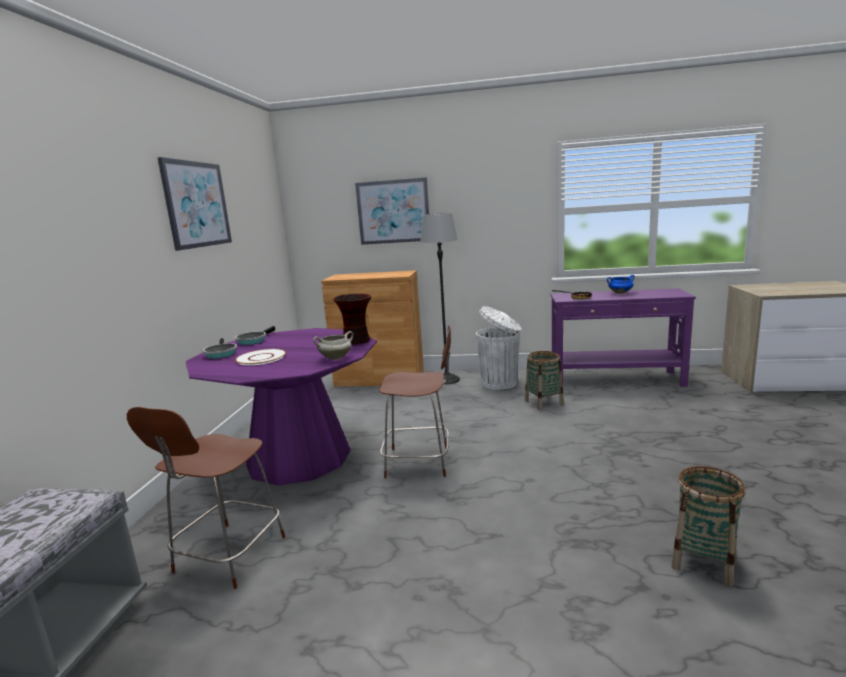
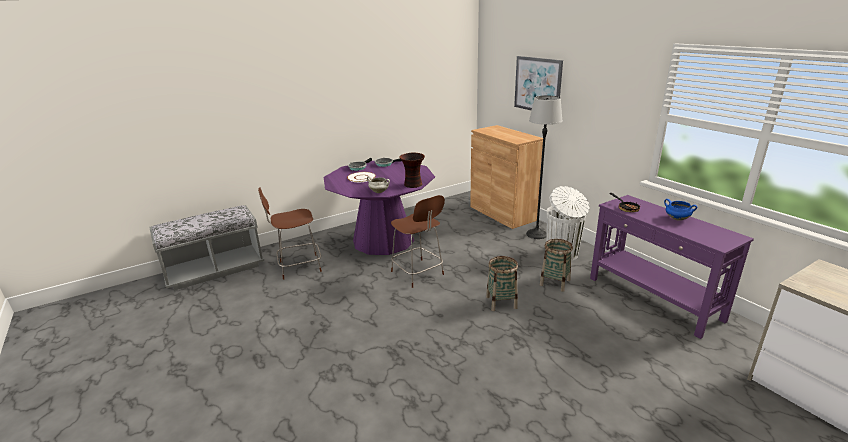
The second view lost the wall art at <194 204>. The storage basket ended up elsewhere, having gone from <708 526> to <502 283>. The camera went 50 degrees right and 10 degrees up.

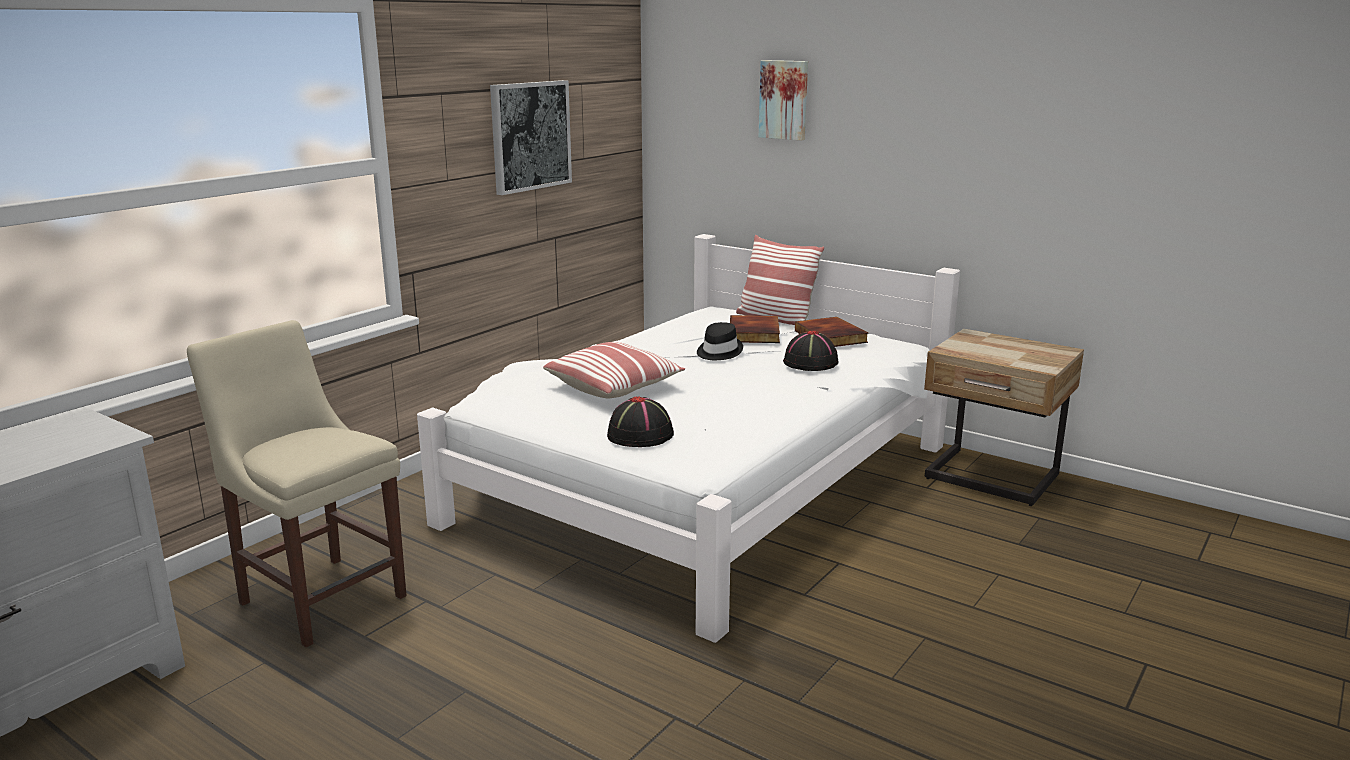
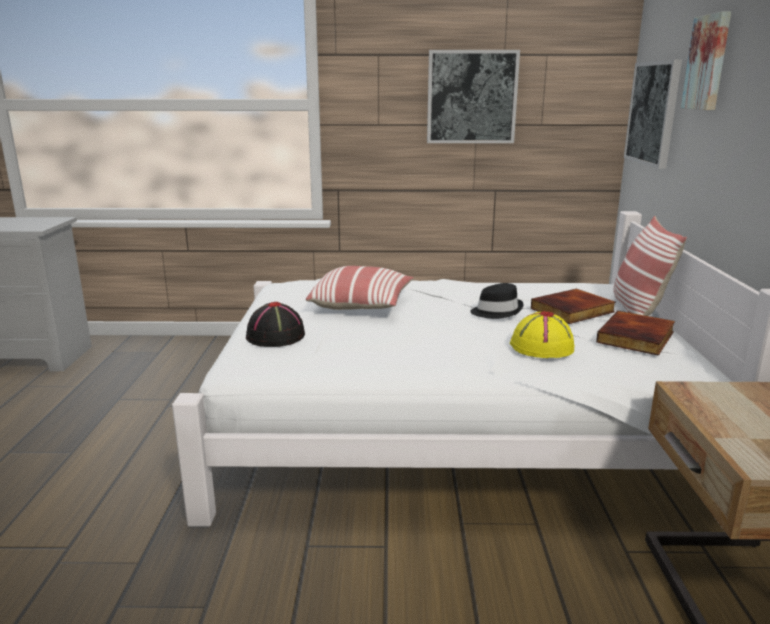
The second view lost the sand-coloured chair at <297 484>. The second view gained the wall art at <653 114>. What was the blackish hat at <811 350> turned into the yellow-coloured hat at <542 334>. The camera went 55 degrees right and 0 degrees up.

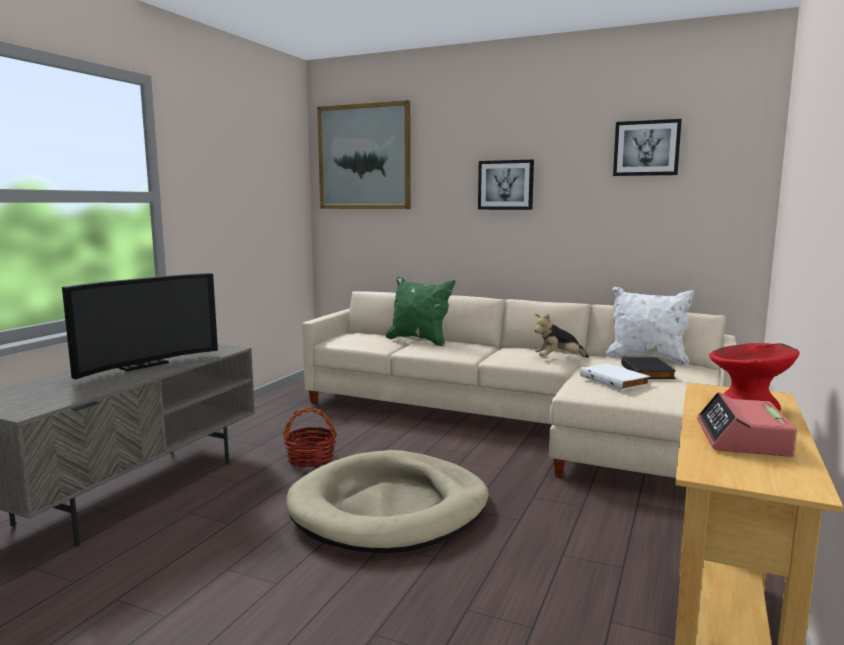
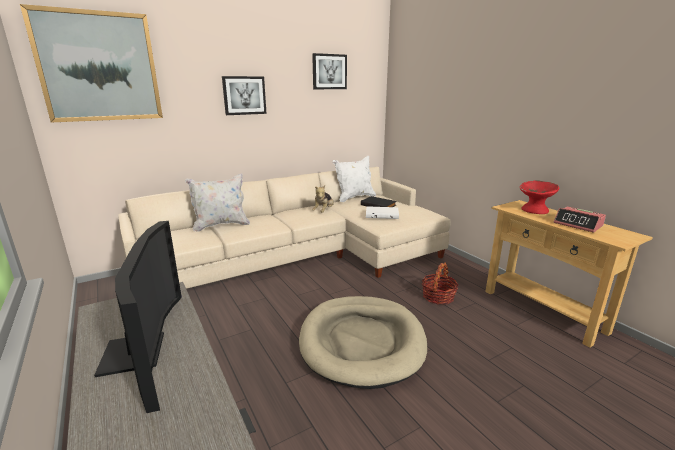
The storage basket ended up elsewhere, having gone from <310 437> to <440 283>. What was the green-coloured cushion at <421 311> turned into the white-coloured cushion at <217 202>. The camera went 55 degrees left and 10 degrees up.

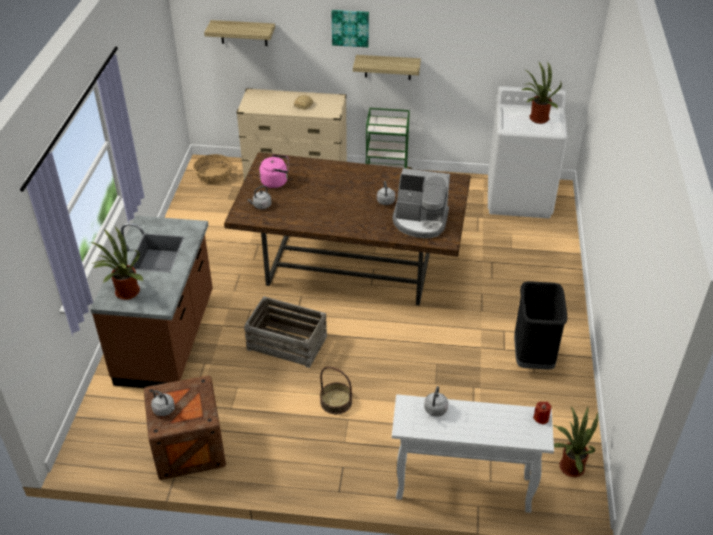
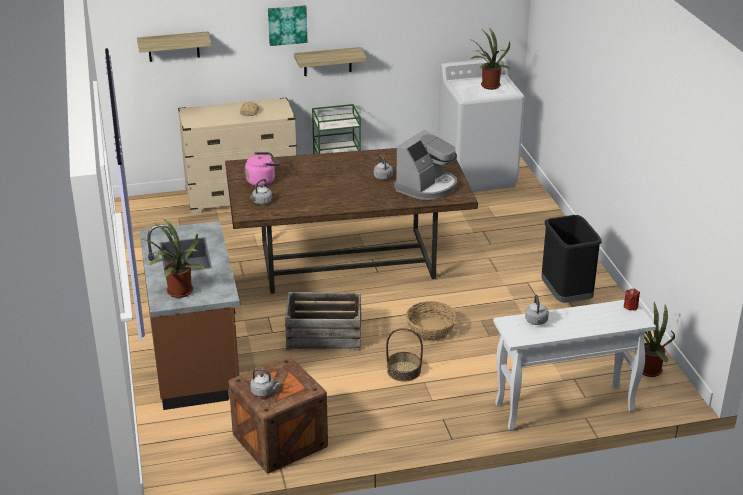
The storage basket ended up elsewhere, having gone from <212 169> to <431 321>. The coffee brewer at <421 203> ended up facing another way, 45 degrees counterclockwise from before. The camera went 20 degrees left and 10 degrees down.

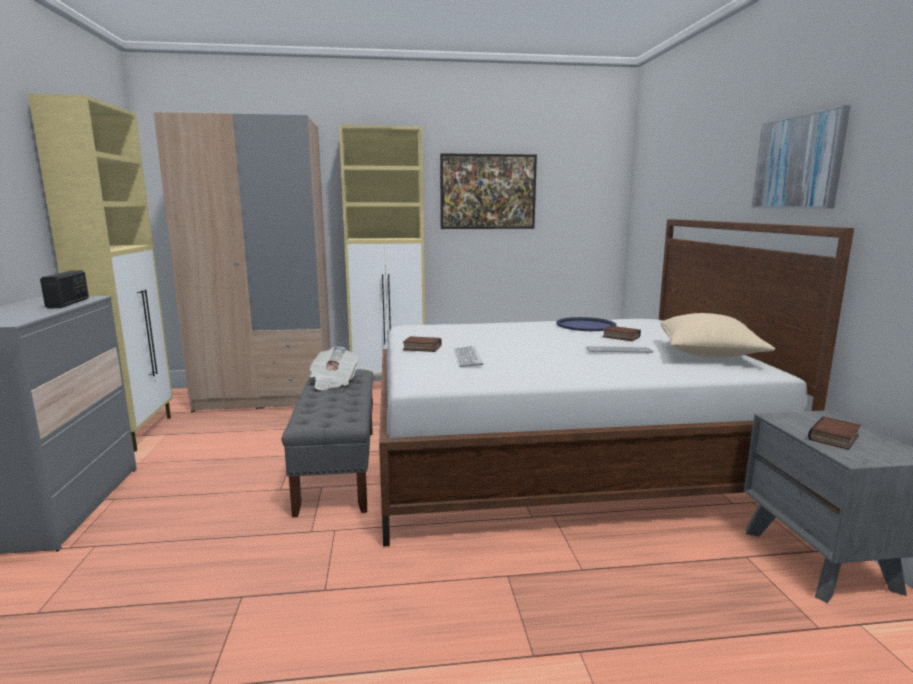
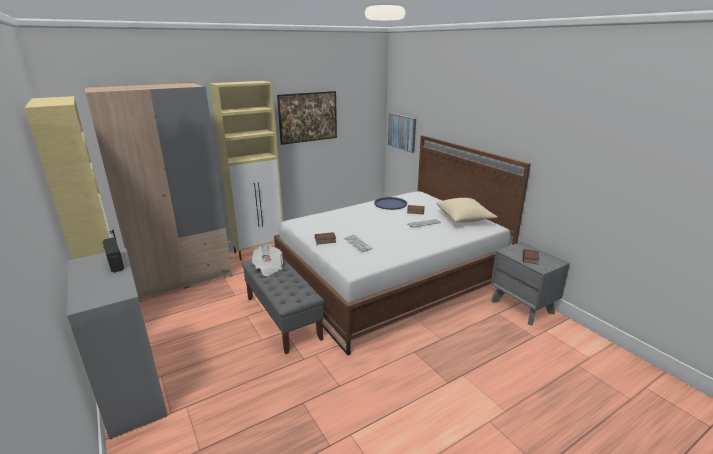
The wall art ended up elsewhere, having gone from <801 156> to <402 133>. The camera went 25 degrees left and 10 degrees up.

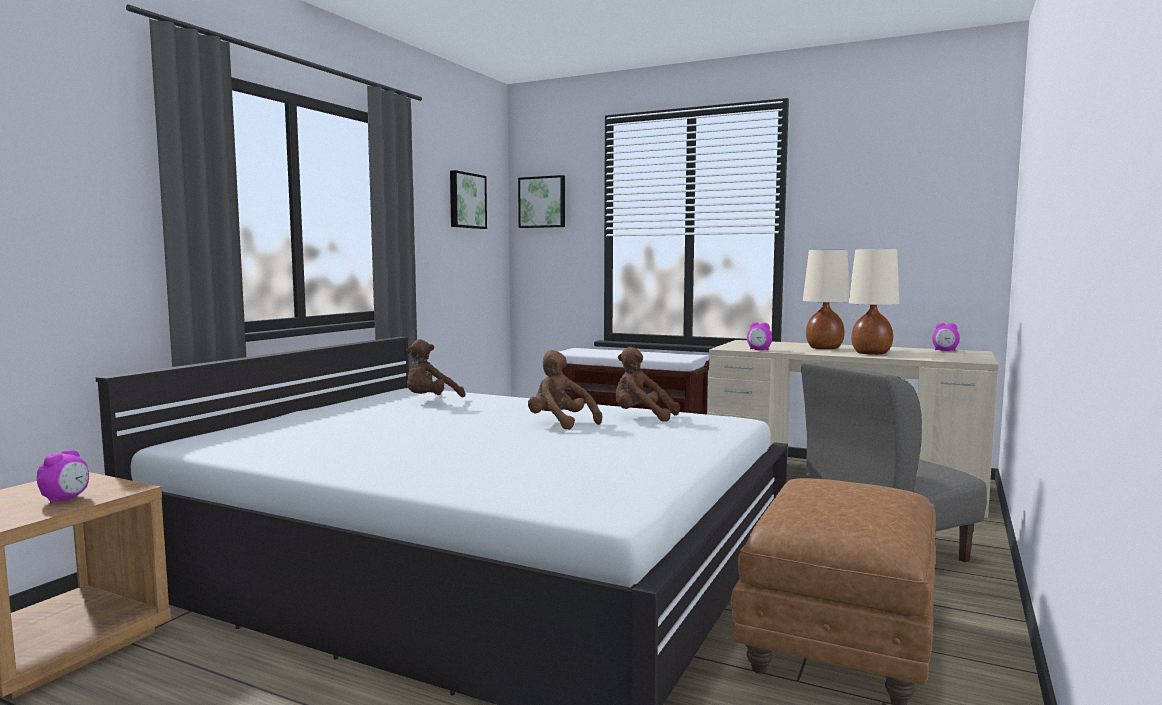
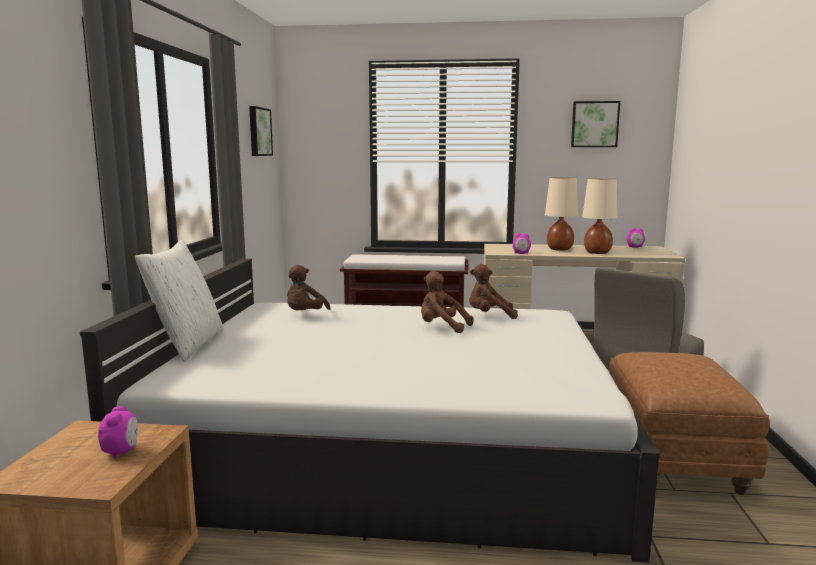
The second view gained the white-coloured cushion at <179 301>. The wall art ended up elsewhere, having gone from <541 201> to <595 124>. The camera went 20 degrees left and 5 degrees up.

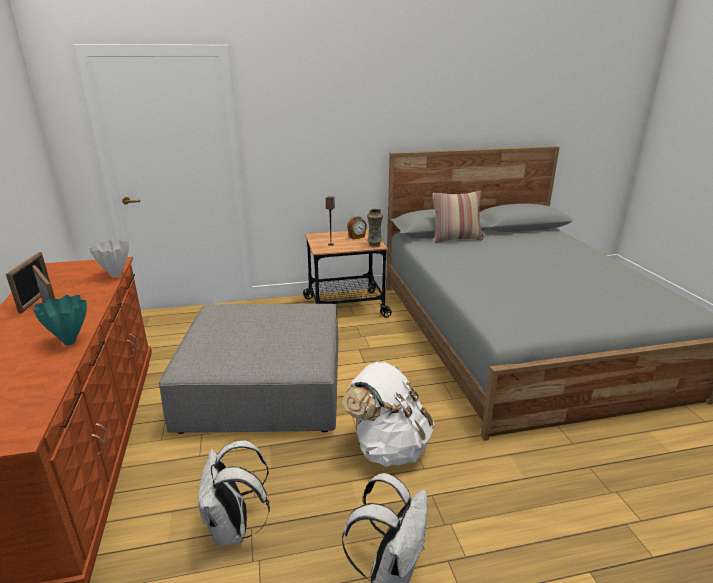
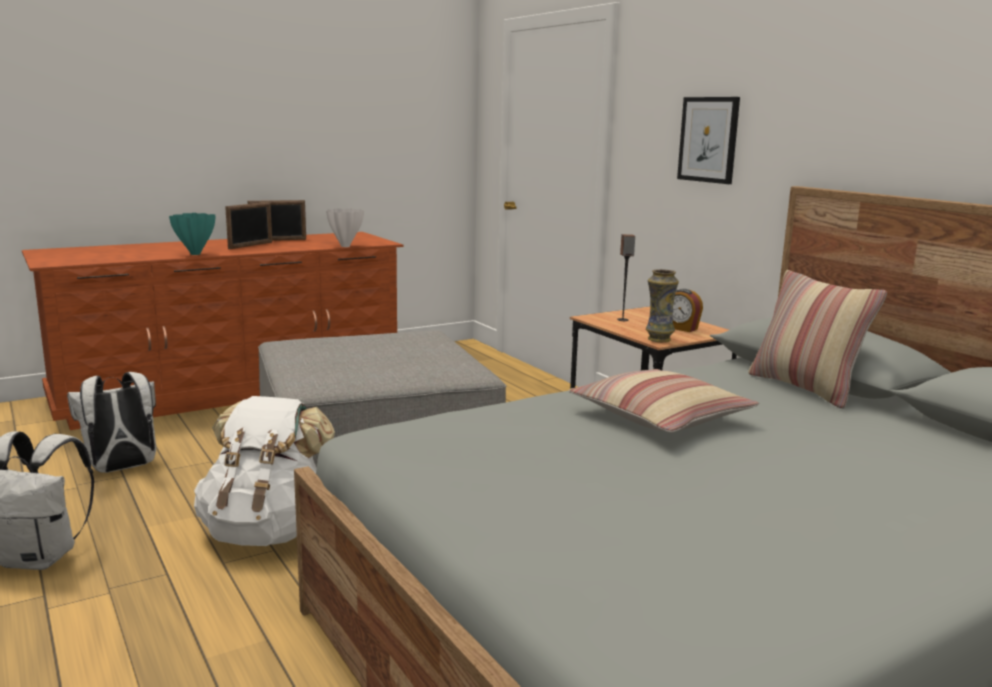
The second view gained the cushion at <663 401>. The second view gained the wall art at <708 140>. The camera went 70 degrees right and 10 degrees down.

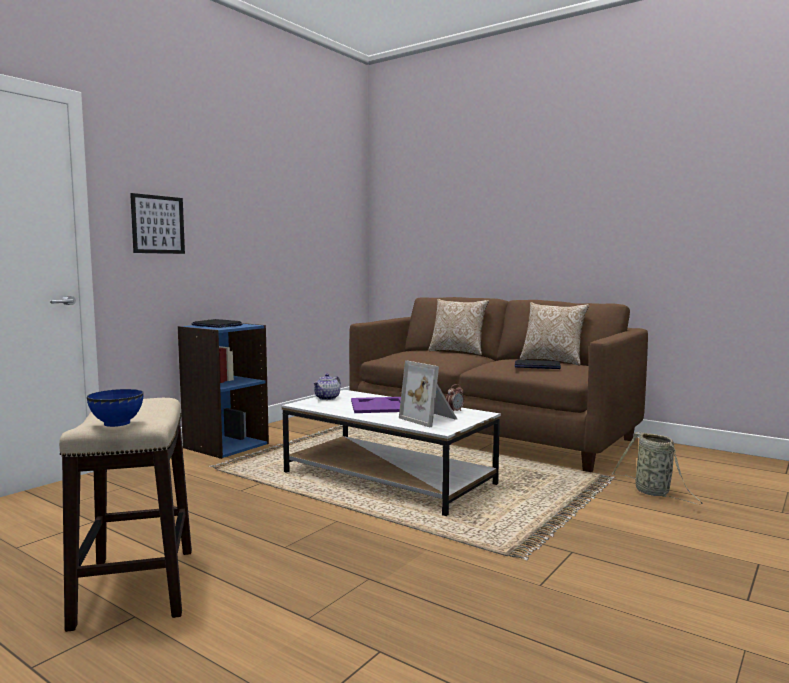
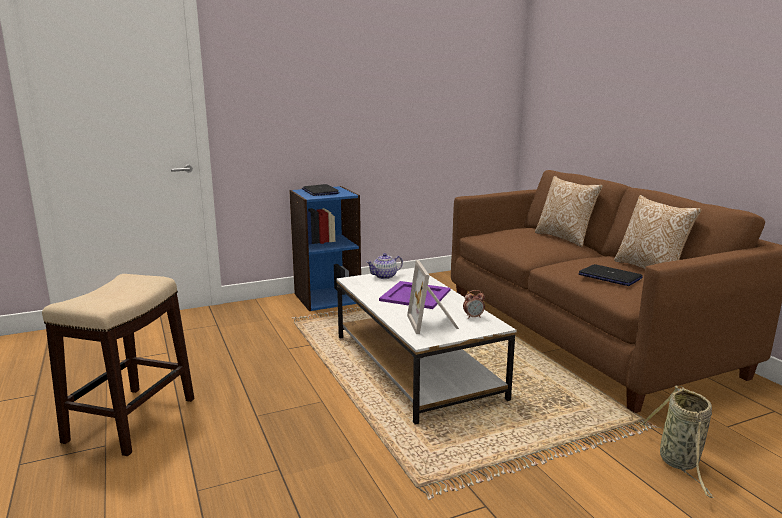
The second view lost the blue-coloured serving bowl at <115 408>. The second view lost the wall art at <157 223>. The camera went 30 degrees right and 10 degrees up.

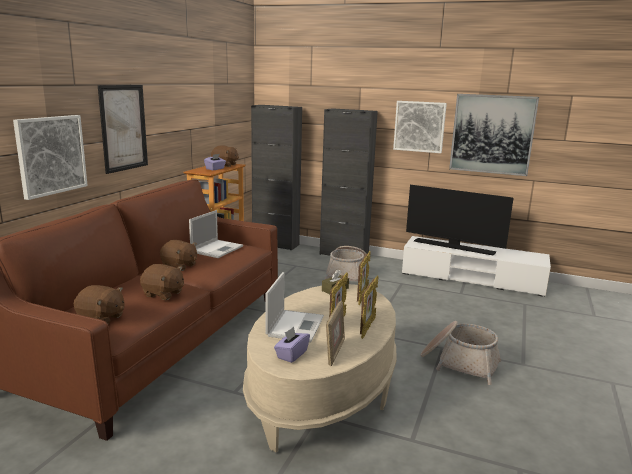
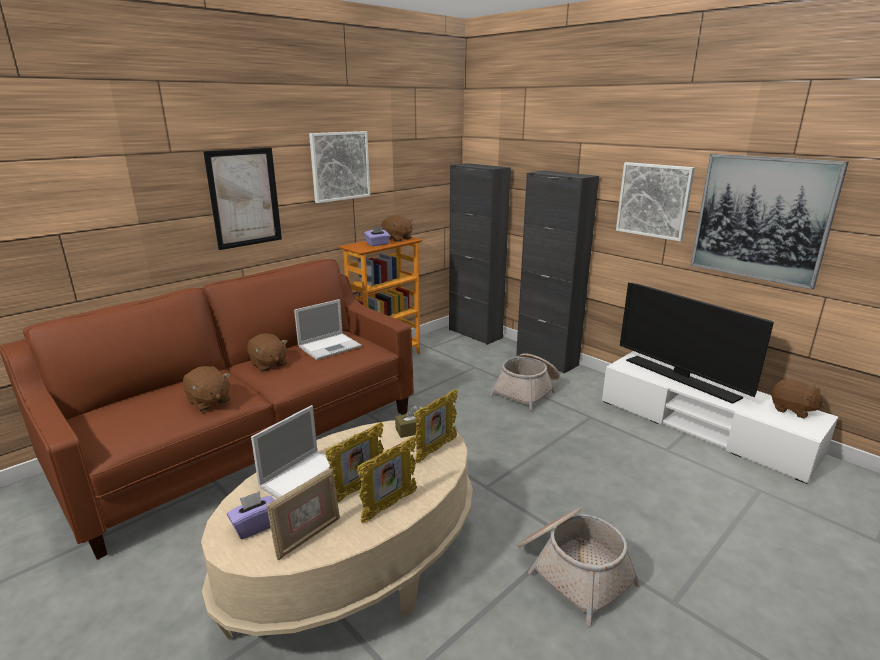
The wall art ended up elsewhere, having gone from <50 157> to <339 167>. The brown-coloured soft toy ended up elsewhere, having gone from <99 304> to <798 399>. The camera went 25 degrees right and 5 degrees up.

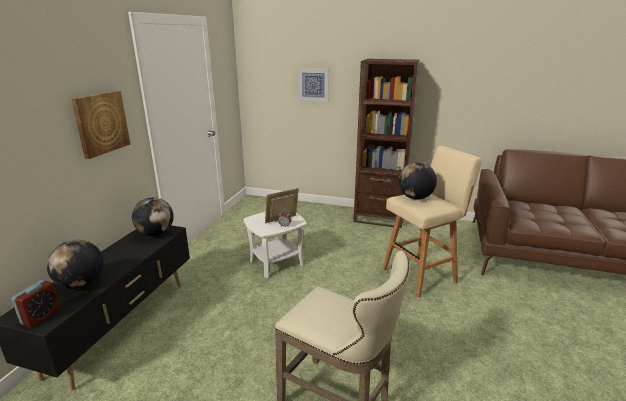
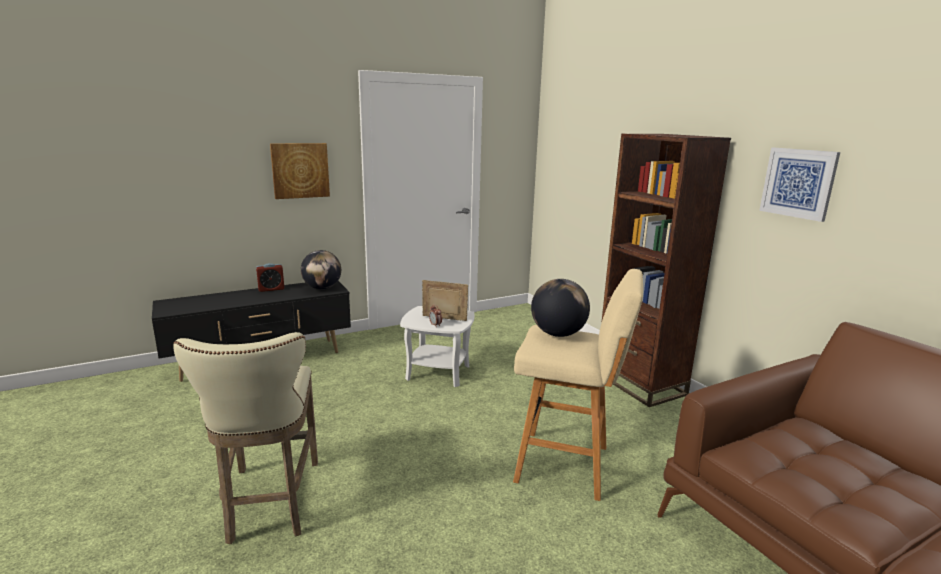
The second view lost the world globe at <75 264>. The bedside clock ended up elsewhere, having gone from <36 303> to <270 277>. The wall art ended up elsewhere, having gone from <313 85> to <799 185>. The camera went 45 degrees right and 5 degrees down.

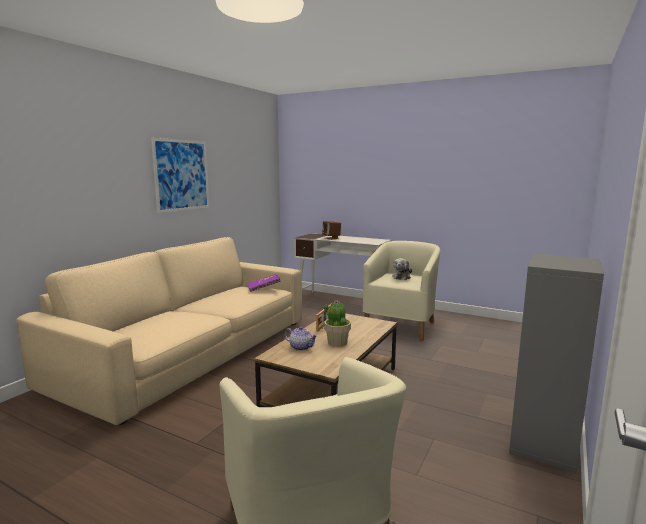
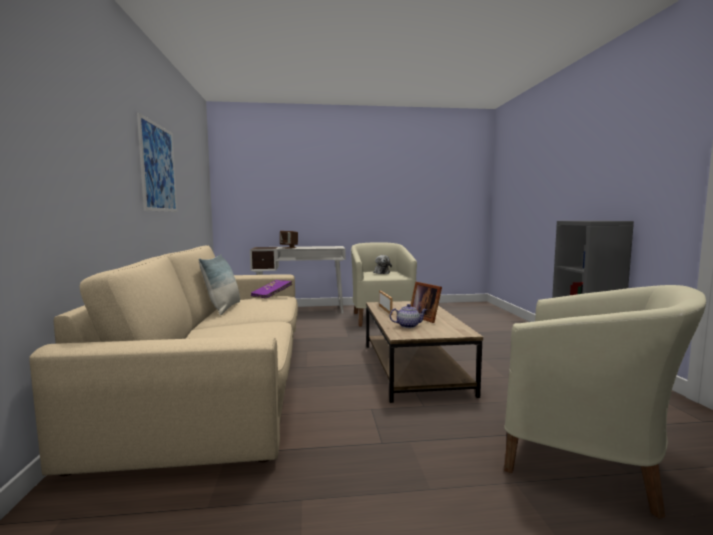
The second view gained the cushion at <219 284>. Where the potted plant stood at <337 323>, the photo frame came to stand at <426 302>. The camera went 35 degrees left and 5 degrees down.

